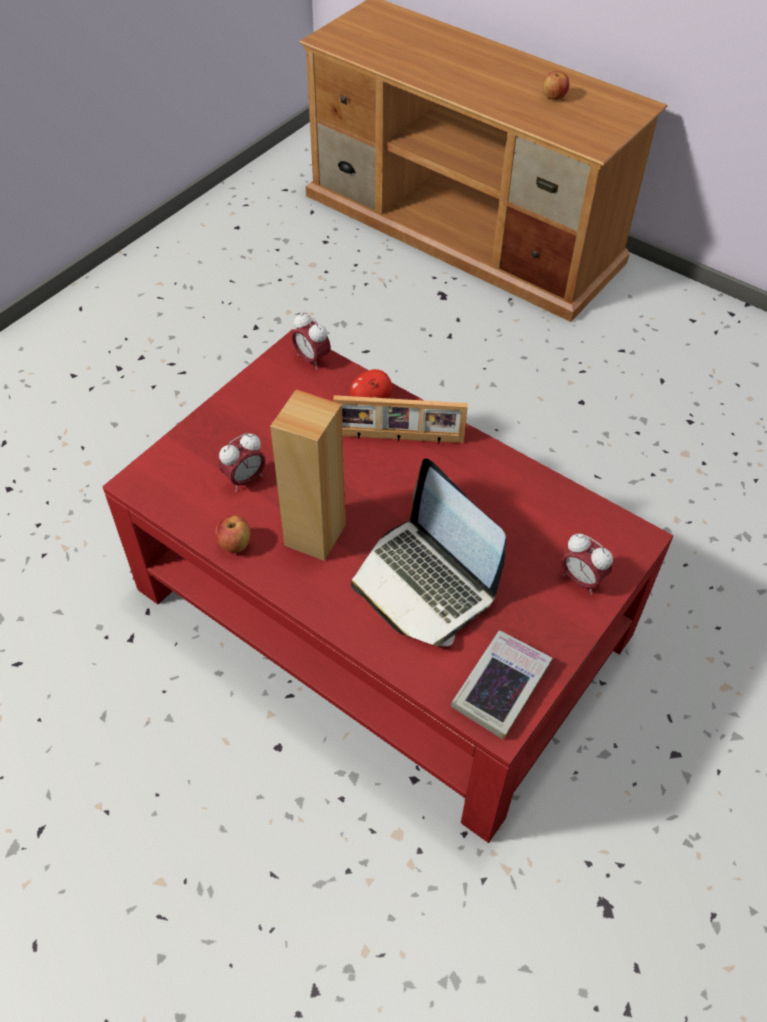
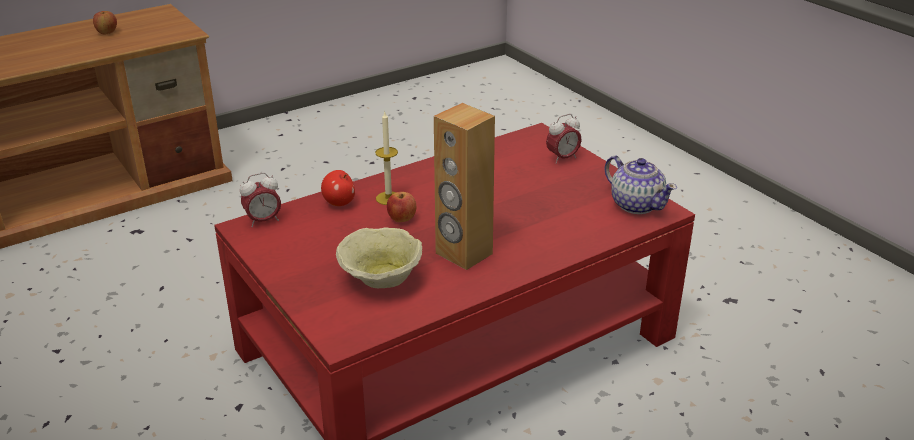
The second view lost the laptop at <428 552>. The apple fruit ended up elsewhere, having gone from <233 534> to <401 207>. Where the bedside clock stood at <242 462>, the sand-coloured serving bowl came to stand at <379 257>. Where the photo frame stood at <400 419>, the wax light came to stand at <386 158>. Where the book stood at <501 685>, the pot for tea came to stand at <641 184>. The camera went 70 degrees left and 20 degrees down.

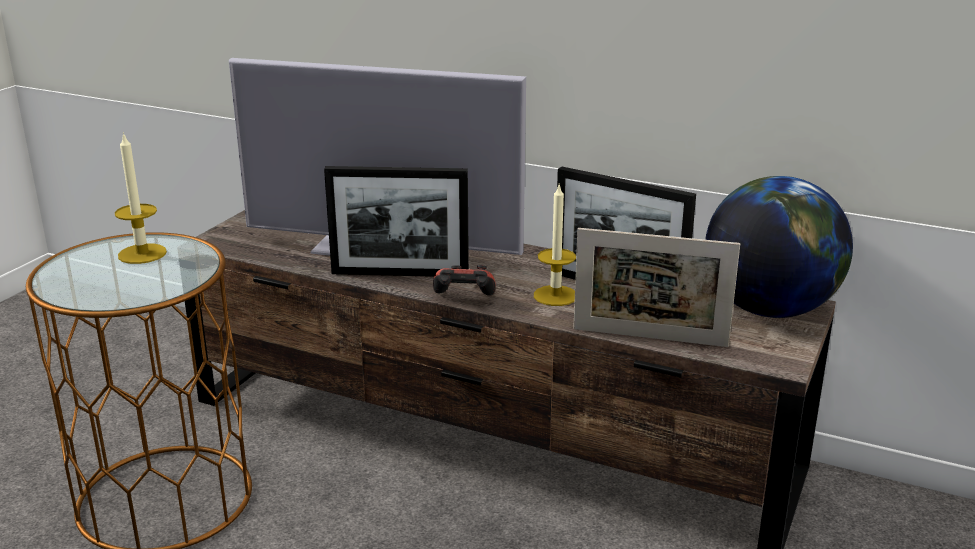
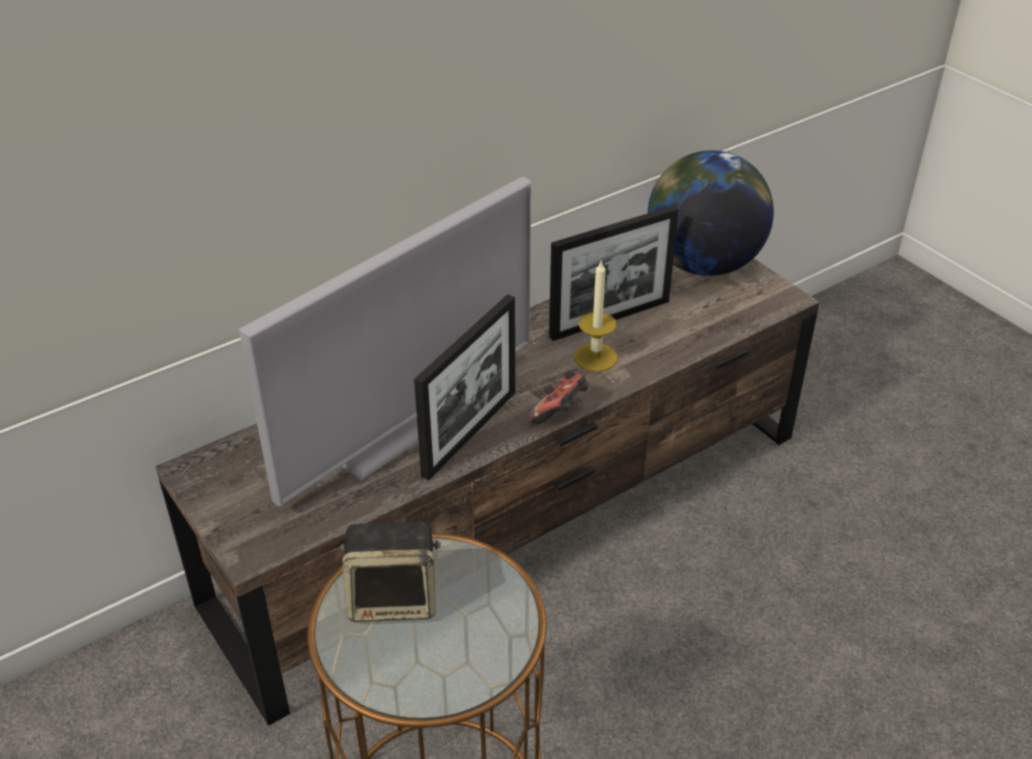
The second view lost the photo frame at <656 287>. Where the wax light stood at <141 198>, the speaker came to stand at <390 572>. The camera went 60 degrees left and 15 degrees up.

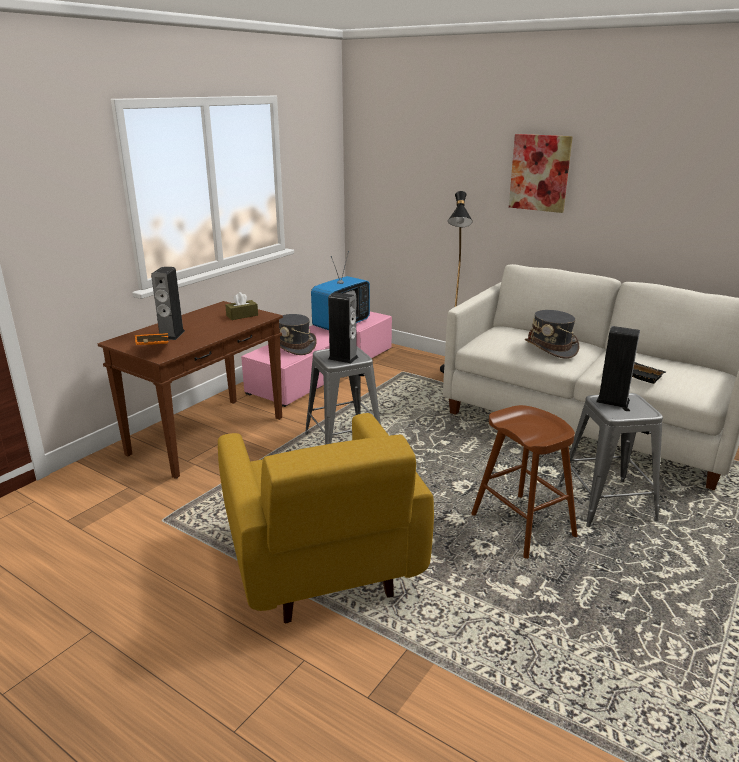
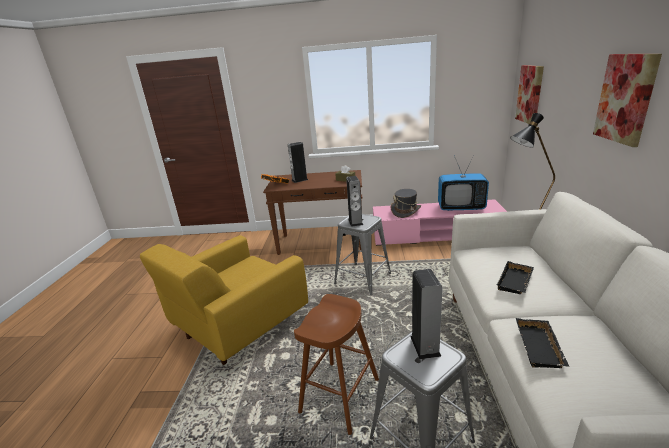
The second view gained the wall art at <529 94>. Where the greyish hat stood at <551 334>, the blackish carrying tray came to stand at <515 277>. The camera went 60 degrees right and 0 degrees up.

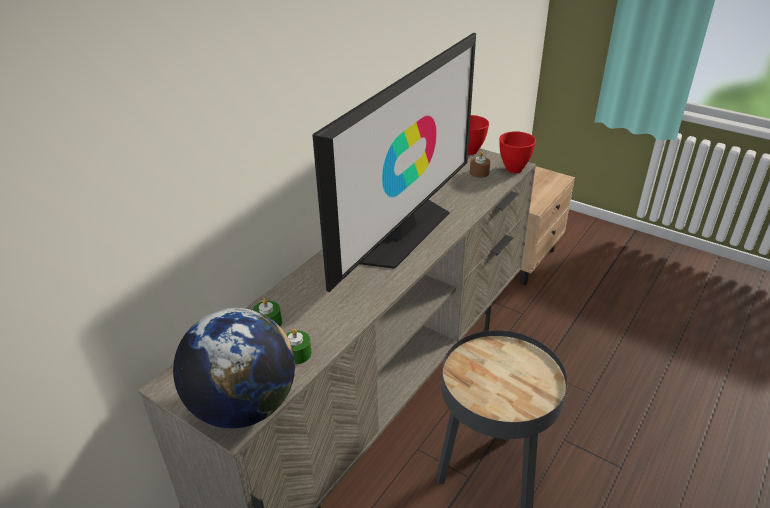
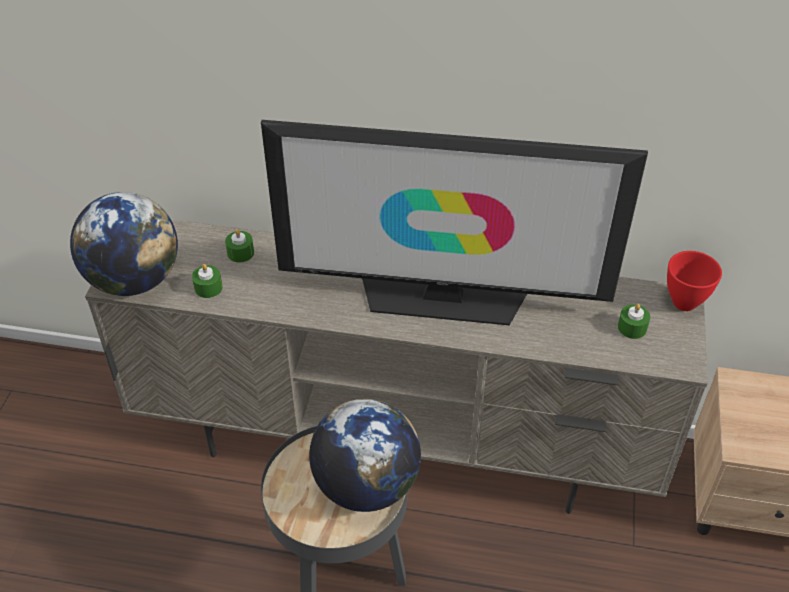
The second view lost the red serving bowl at <517 152>. The second view gained the world globe at <365 455>. What was the brown-coloured wax light at <480 165> turned into the green-coloured wax light at <634 321>. The camera went 65 degrees right and 10 degrees up.

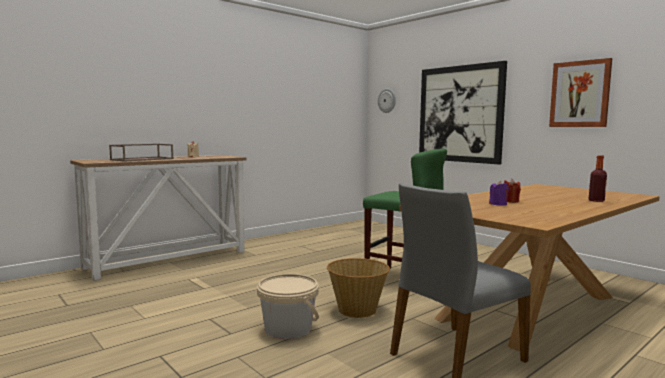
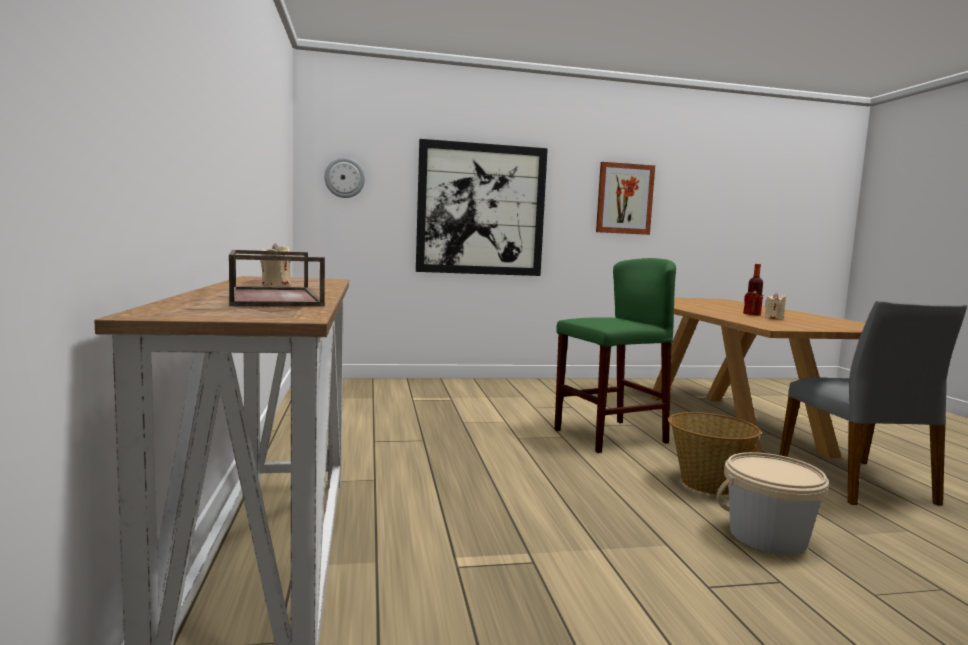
What was the purple-coloured wax light at <499 193> turned into the sand-coloured wax light at <775 306>. The camera went 60 degrees left and 0 degrees up.

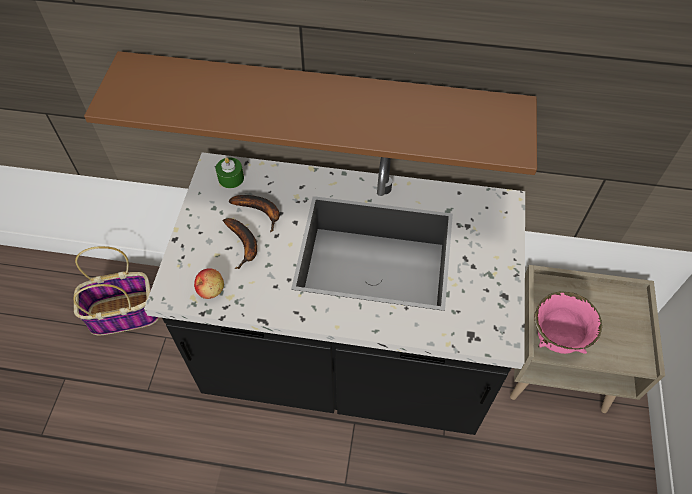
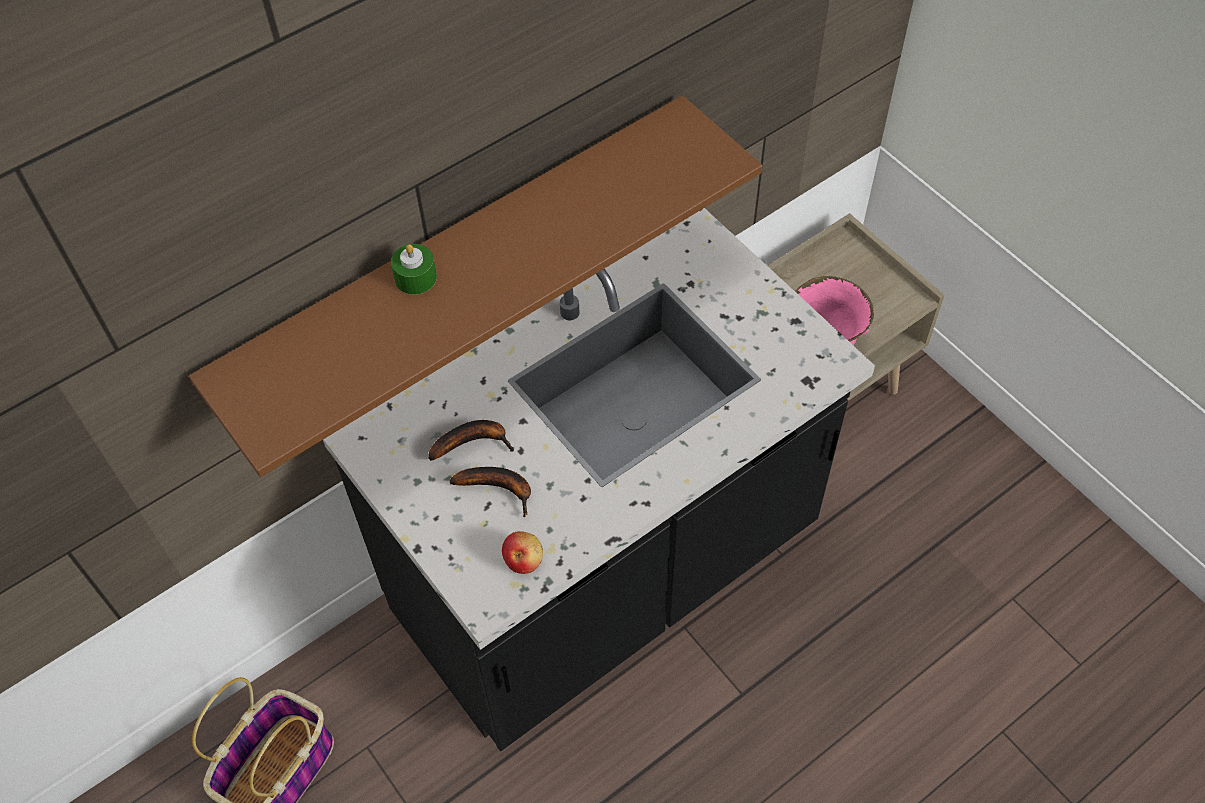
The green-coloured wax light ended up elsewhere, having gone from <230 172> to <414 269>. The camera went 45 degrees left and 0 degrees up.

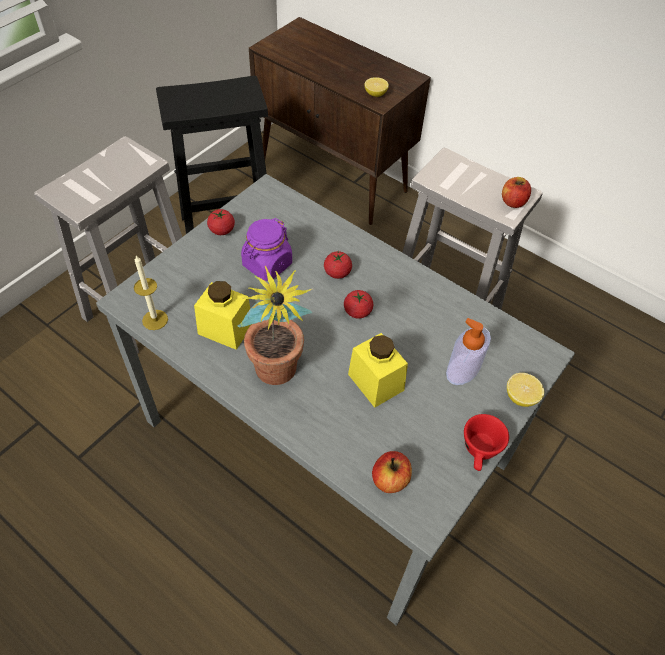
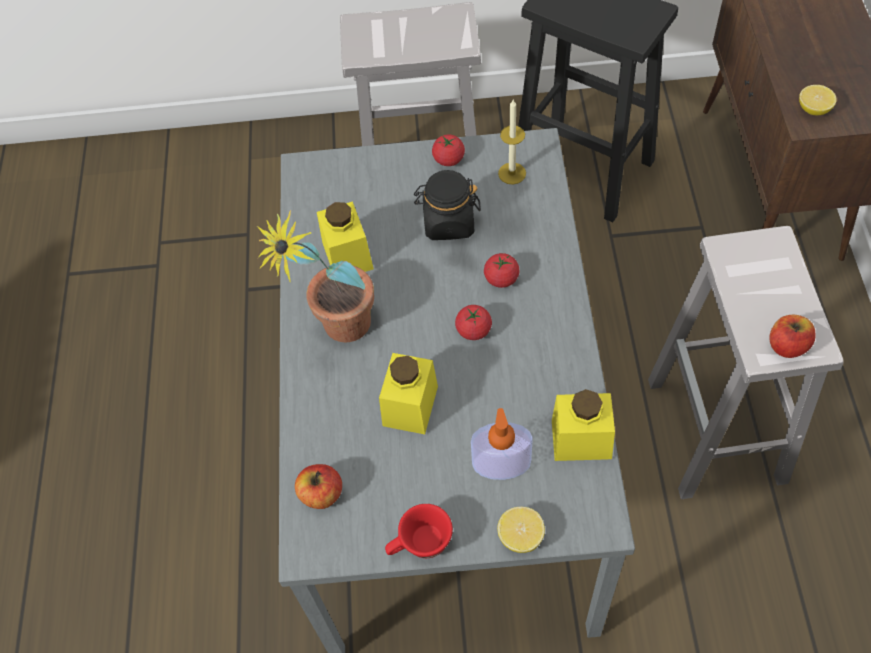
The second view gained the yellow-coloured storage jar at <583 425>. The wax light ended up elsewhere, having gone from <151 292> to <512 142>. What was the purple-coloured storage jar at <266 249> turned into the blackish storage jar at <447 205>. The camera went 55 degrees right and 5 degrees up.

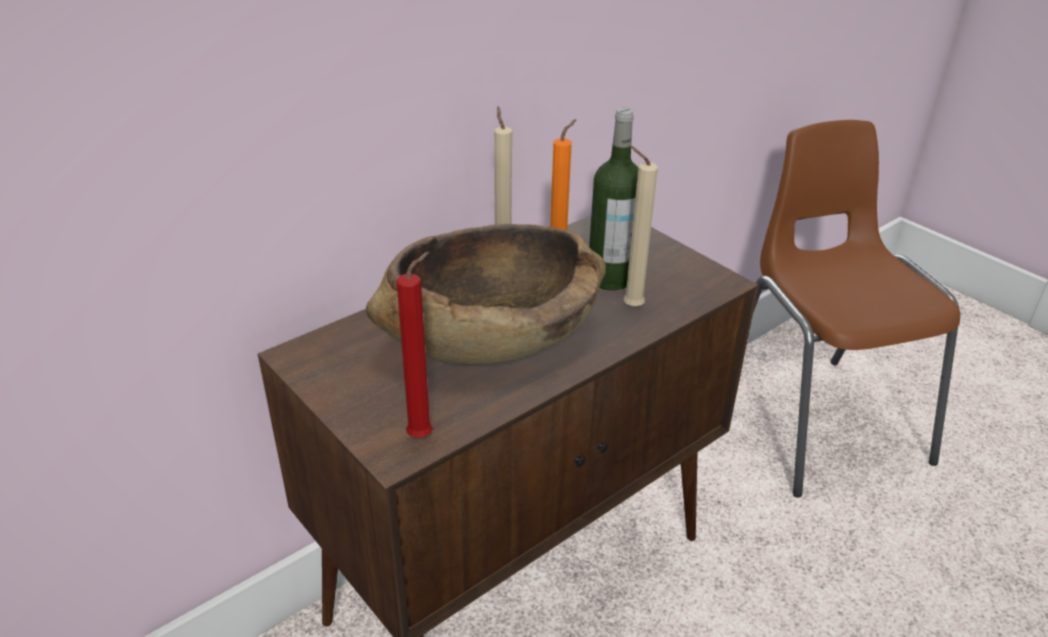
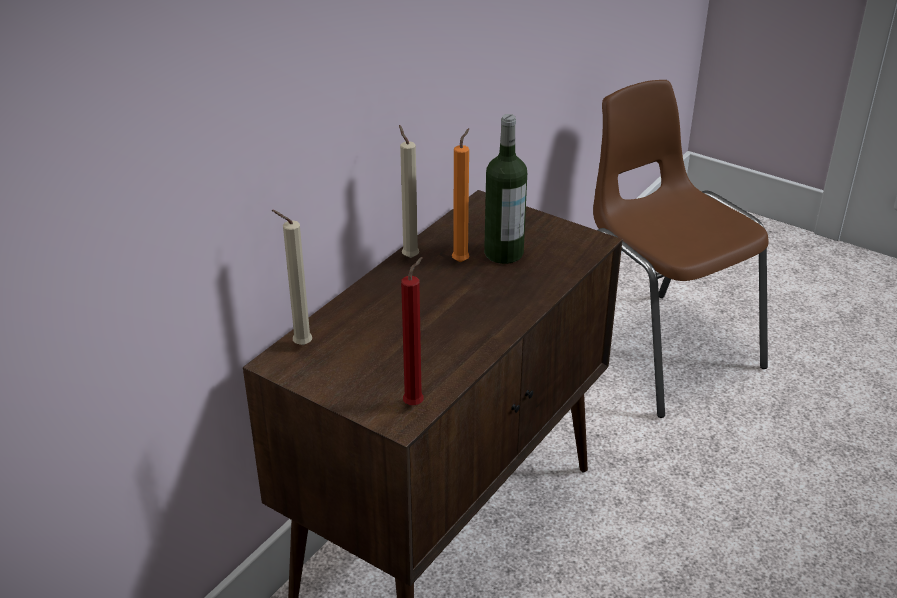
The second view lost the brown-coloured serving bowl at <486 294>. The sand-coloured wax light ended up elsewhere, having gone from <640 227> to <292 277>. The camera went 15 degrees left and 0 degrees up.

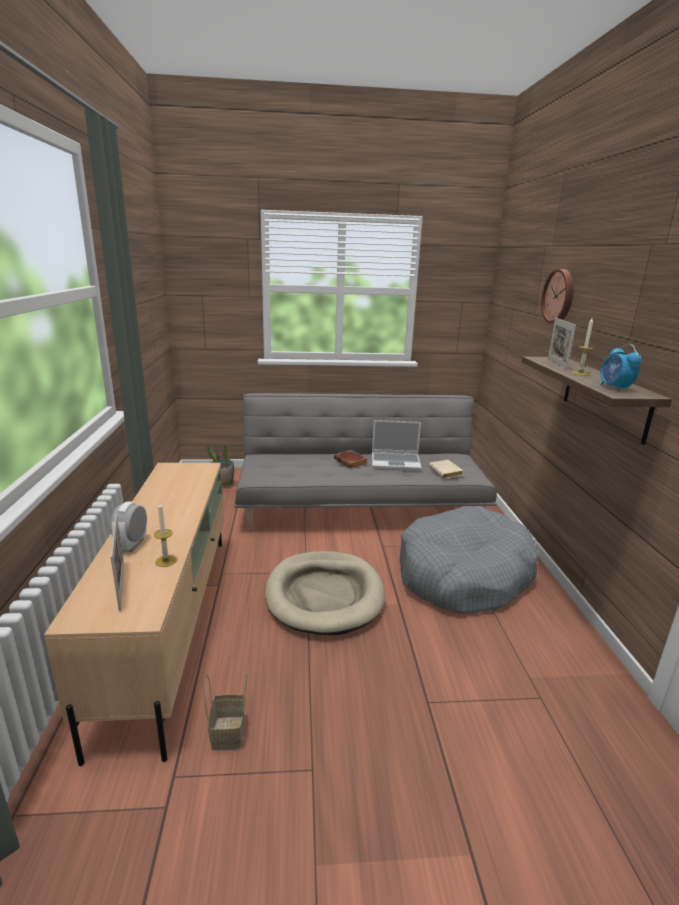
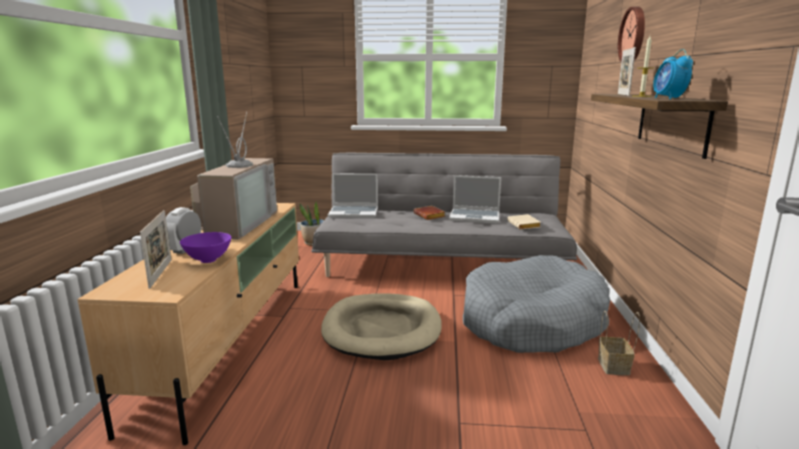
The second view gained the TV set at <233 175>. The second view gained the laptop at <353 195>. The storage basket ended up elsewhere, having gone from <225 712> to <619 343>. Where the wax light stood at <165 534>, the purple-coloured serving bowl came to stand at <206 247>. The camera went 10 degrees right and 5 degrees down.

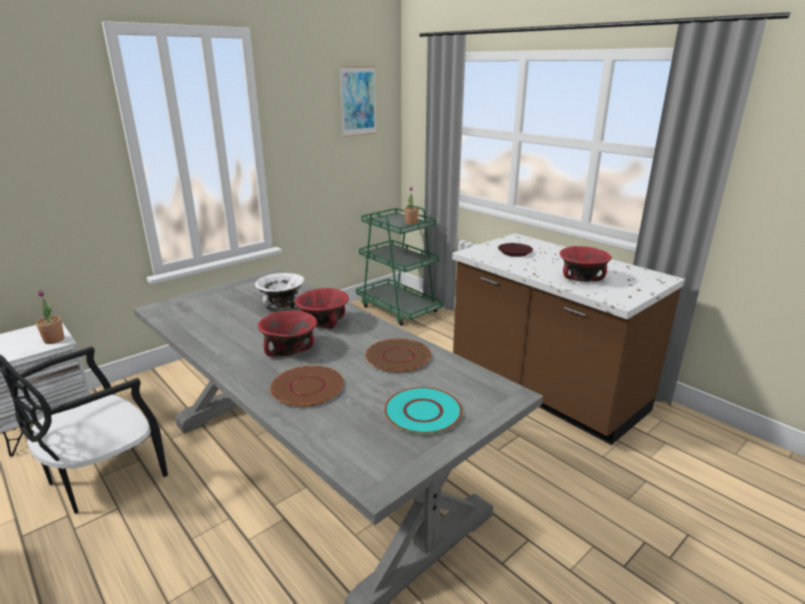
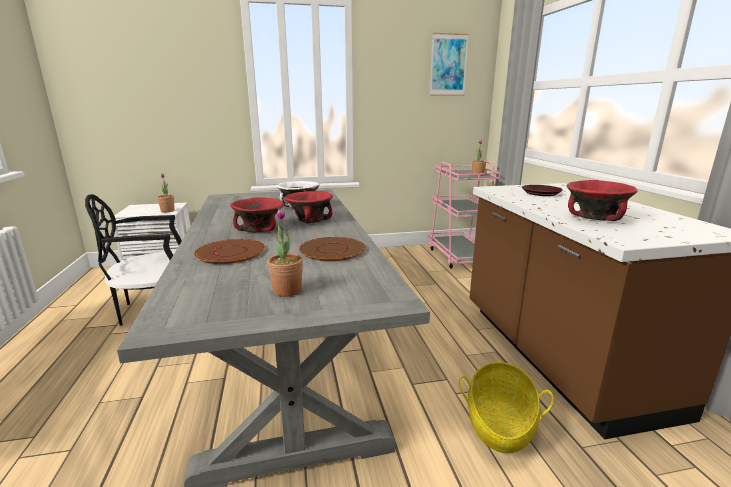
The second view gained the storage basket at <506 407>. Where the blue-green plate stood at <423 410>, the potted plant came to stand at <285 253>. What was the green-coloured cart at <399 265> turned into the pink-coloured cart at <464 215>. The camera went 30 degrees right and 5 degrees down.

